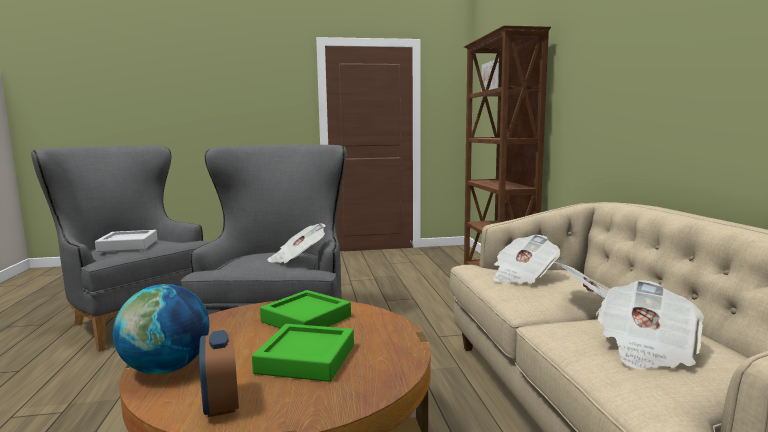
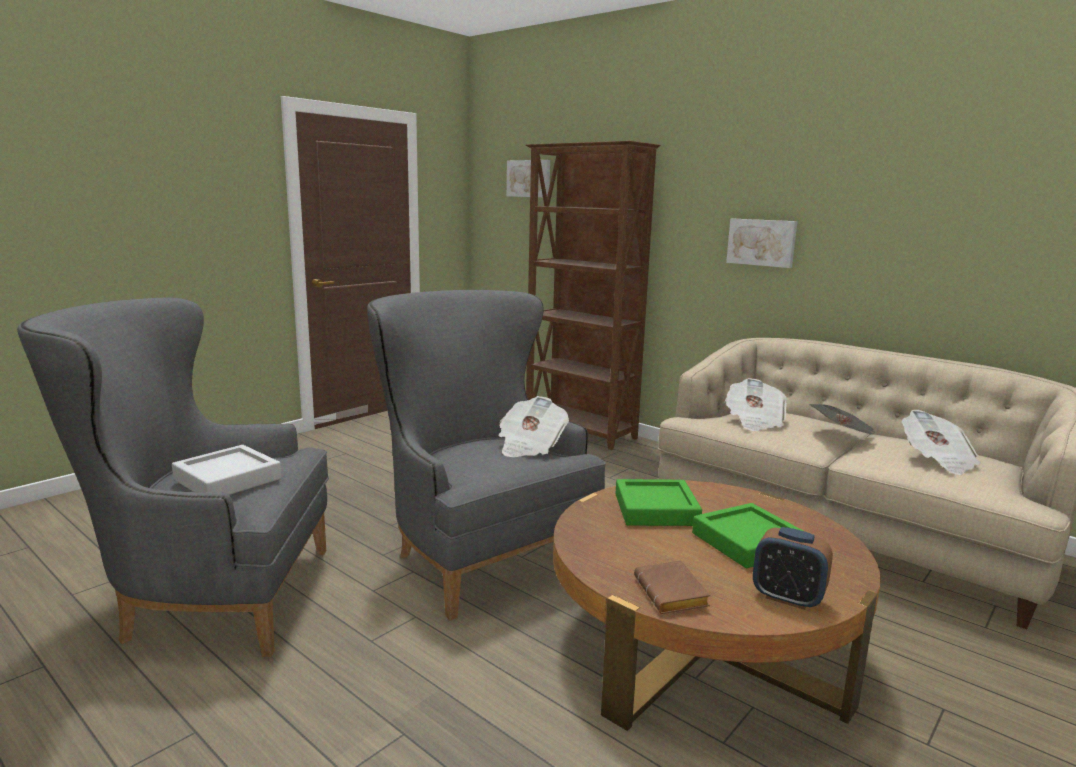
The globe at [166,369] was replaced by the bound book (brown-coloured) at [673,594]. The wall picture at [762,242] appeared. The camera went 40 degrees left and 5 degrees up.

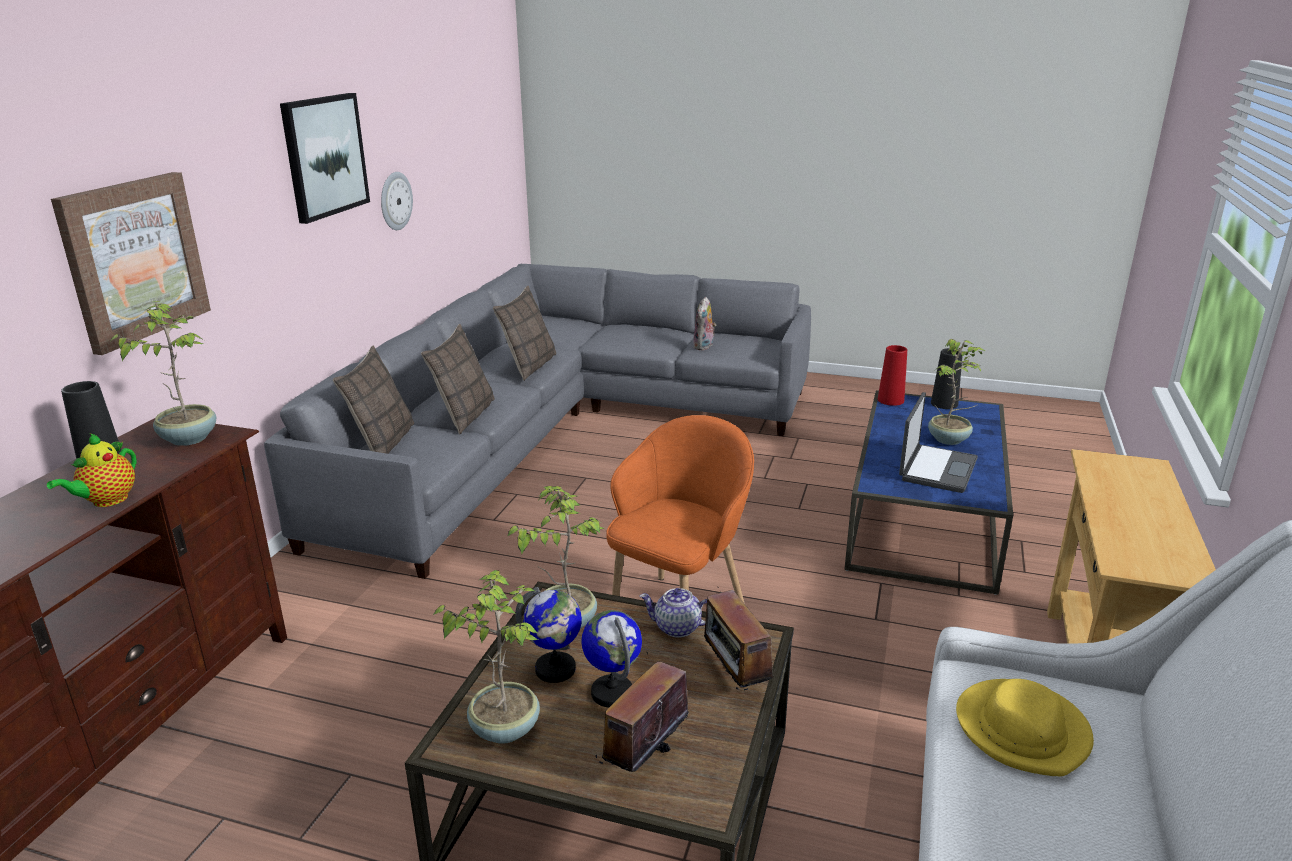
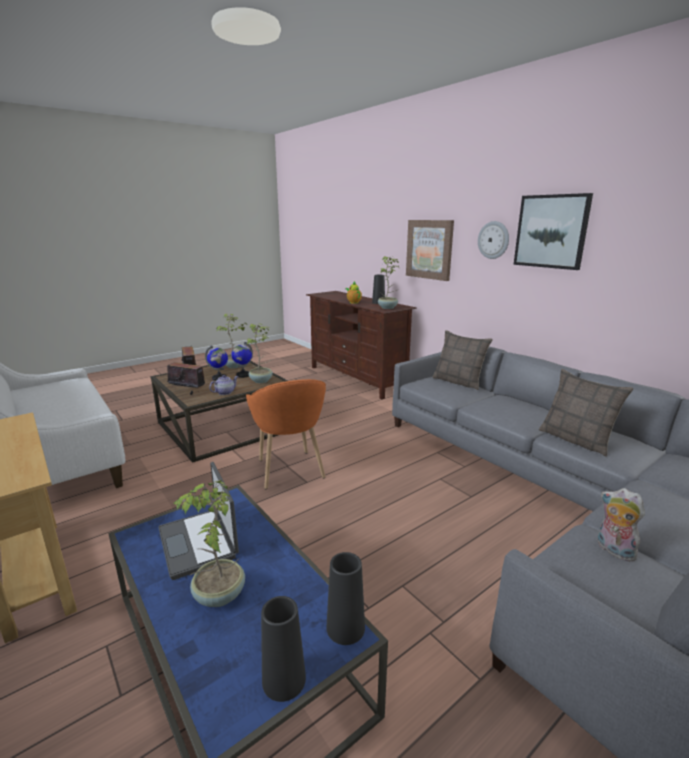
The vase (red) at [890,400] became the vase (blackish) at [345,627]. The wall clock moved from [395,201] to [493,240]. The throw pillow at [464,415] disappeared. The wearable hat (yellow) at [1022,731] disappeared. The camera went 125 degrees right and 5 degrees down.

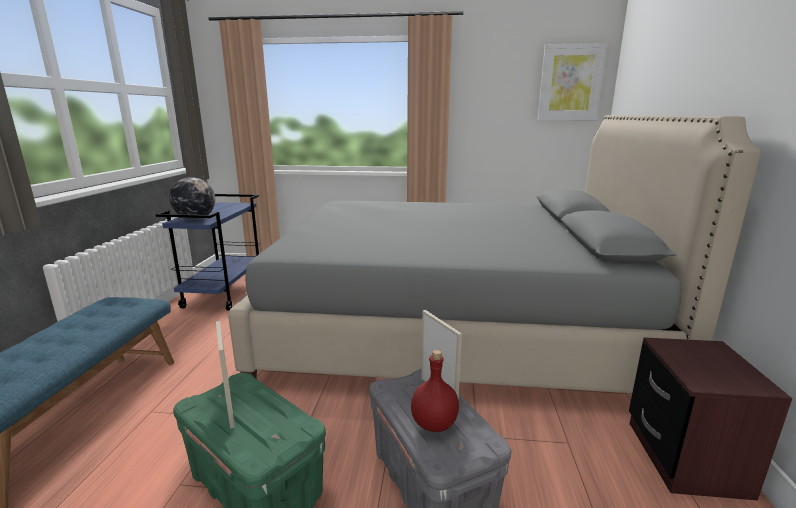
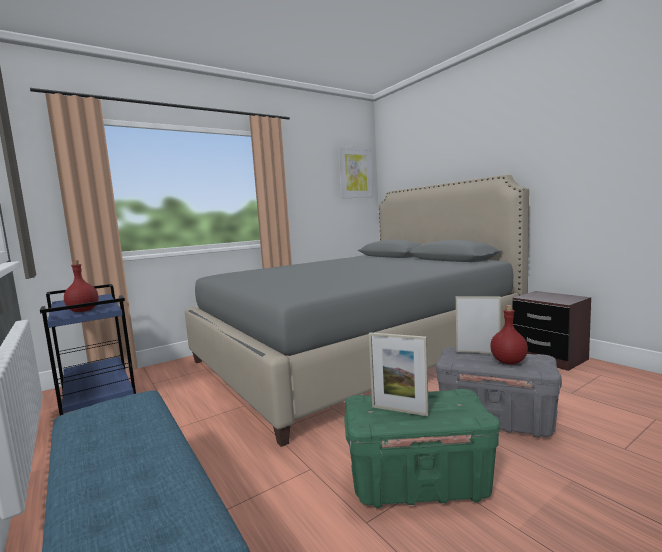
The globe at [195,218] was replaced by the beverage bottle (red) at [82,311]. The camera went 40 degrees left and 10 degrees down.

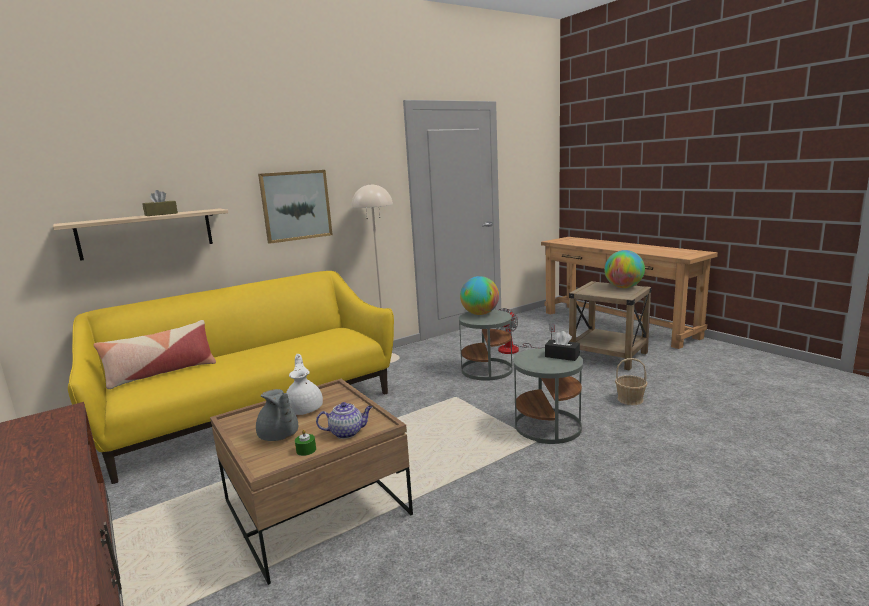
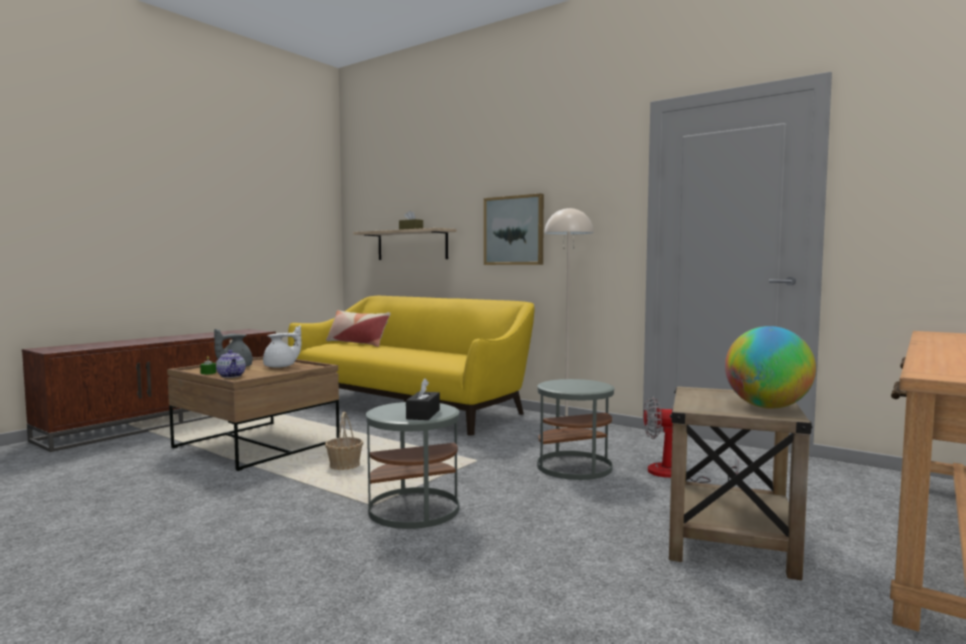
The household basket moved from [630,399] to [344,466]. The globe at [480,314] disappeared. The camera went 70 degrees right and 10 degrees down.

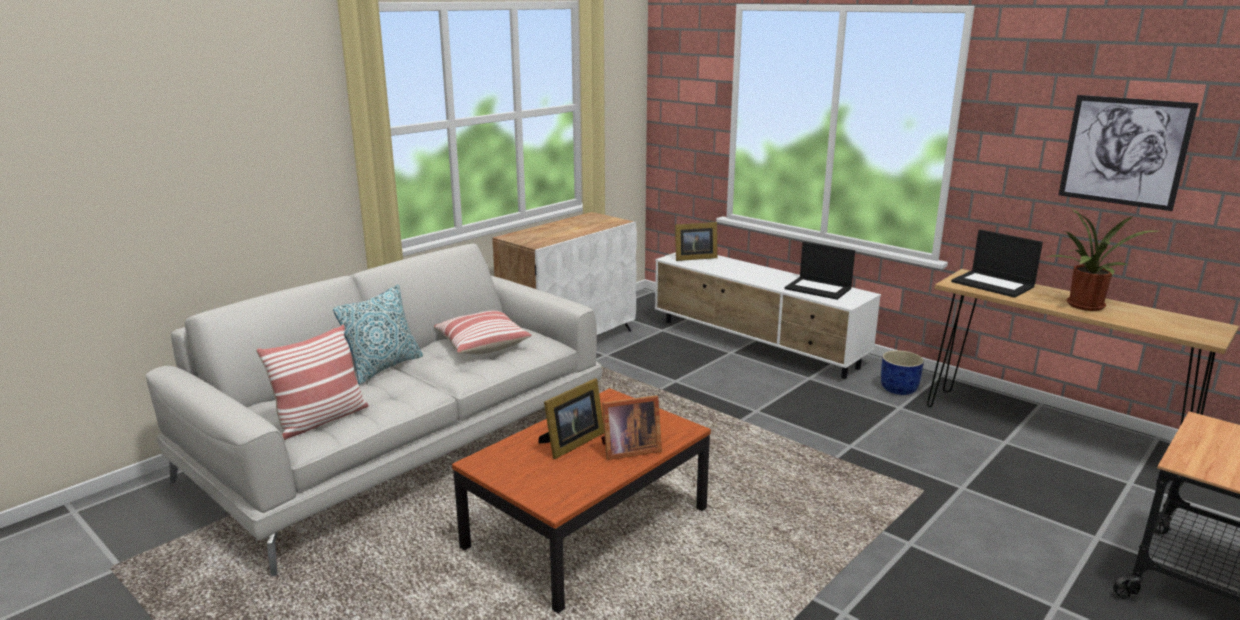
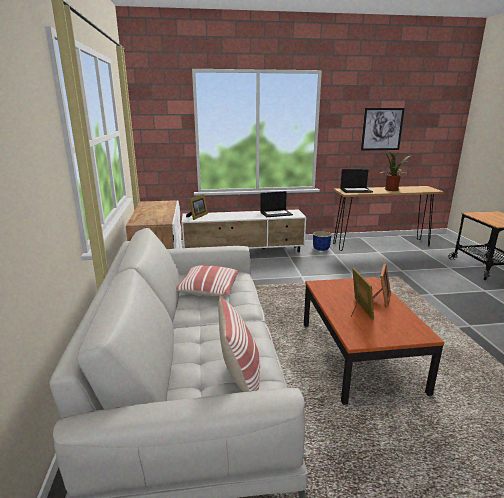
The throw pillow at [384,367] disappeared. The camera went 50 degrees left and 0 degrees up.

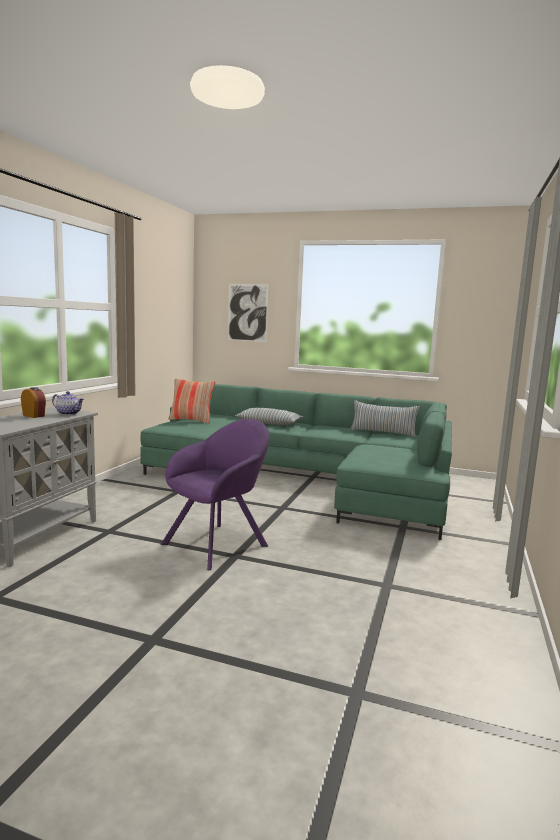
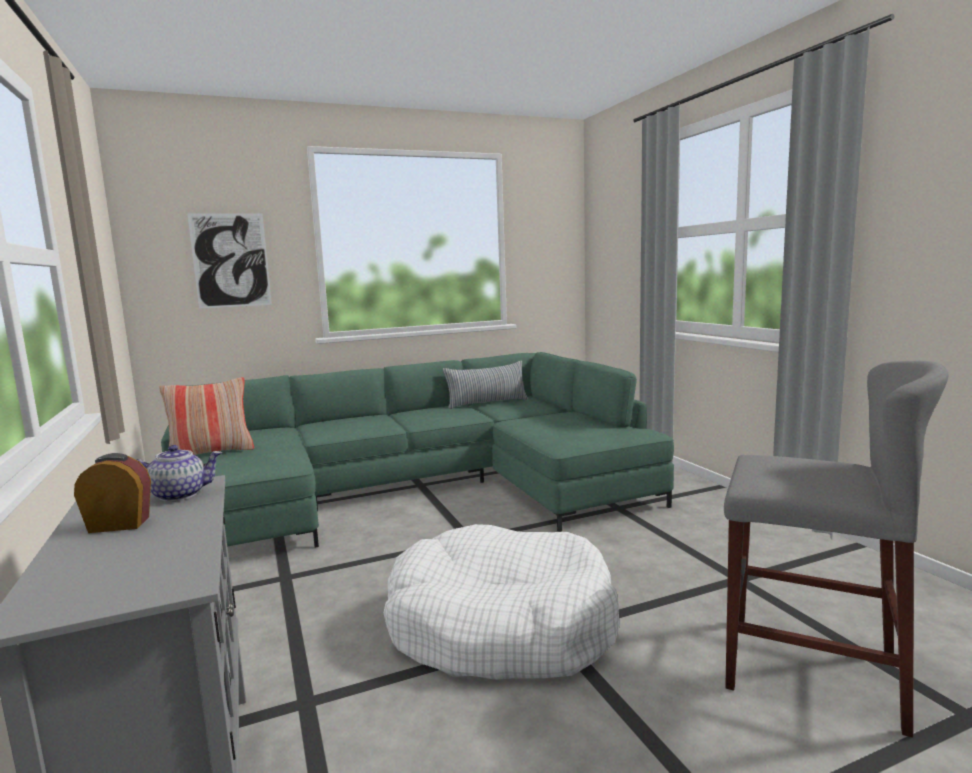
The lounge chair (purple) at [219,543] was replaced by the pet bed (white-coloured) at [501,626]. The stool seat (gray) at [811,670] appeared. The throw pillow at [269,423] disappeared. The camera went 40 degrees left and 0 degrees up.

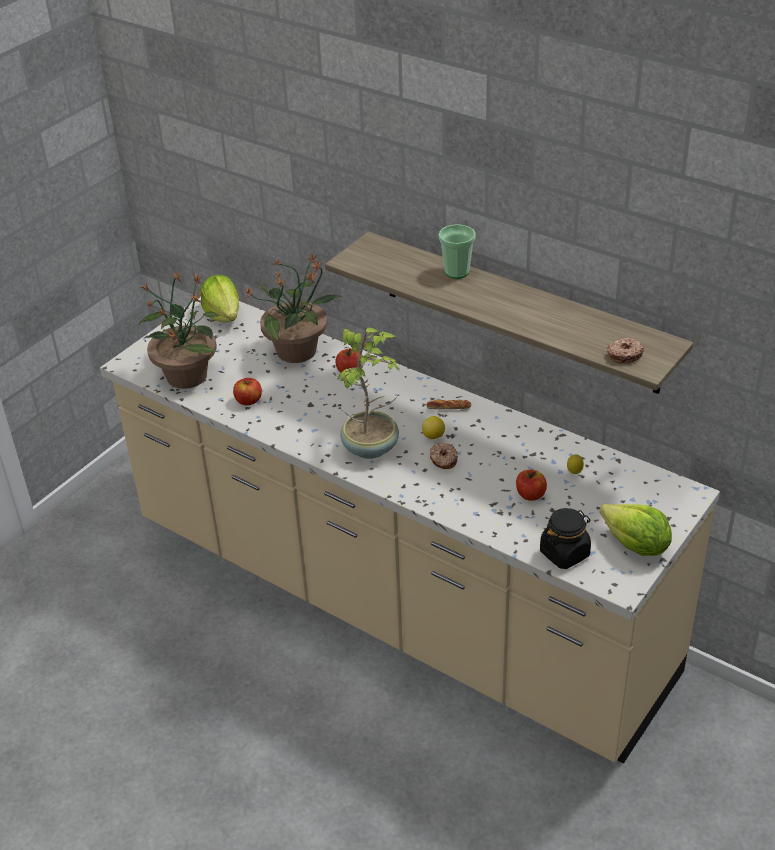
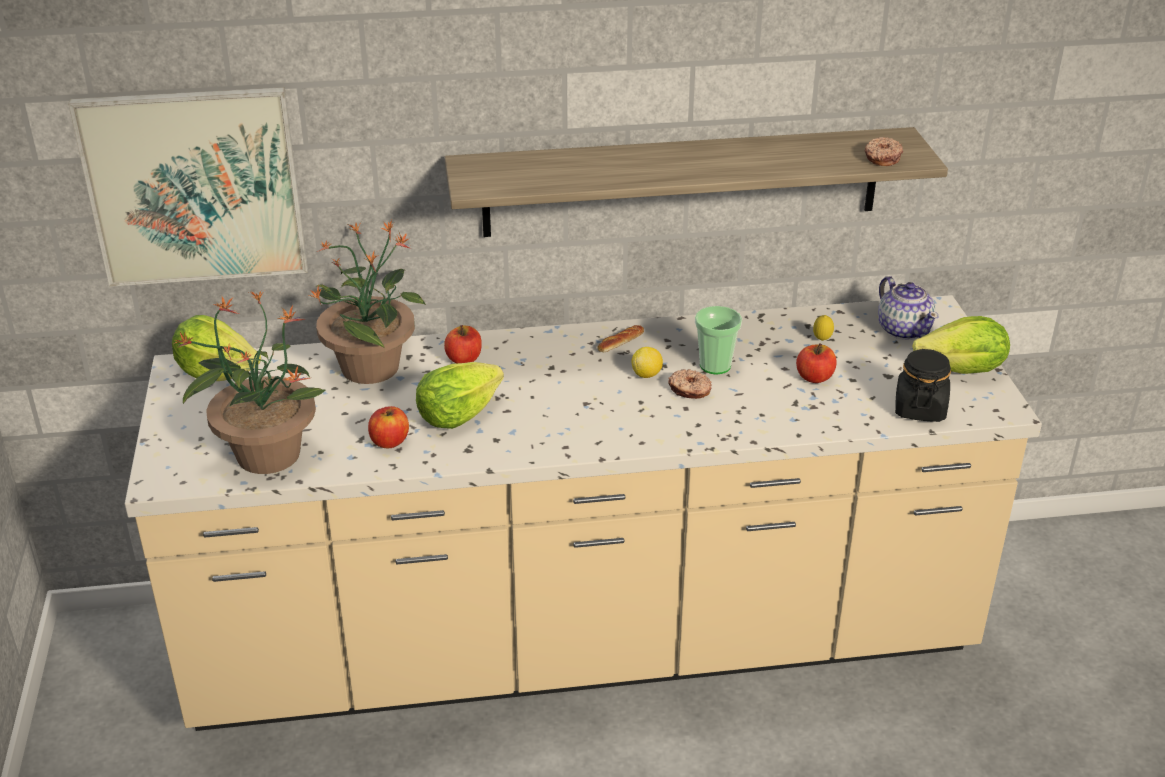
The wall picture at [194,187] appeared. The lettuce head at [457,415] appeared. The small cup moved from [457,272] to [715,365]. The pot for tea at [904,329] appeared. The plant in a pot at [372,447] disappeared. The camera went 45 degrees left and 5 degrees down.

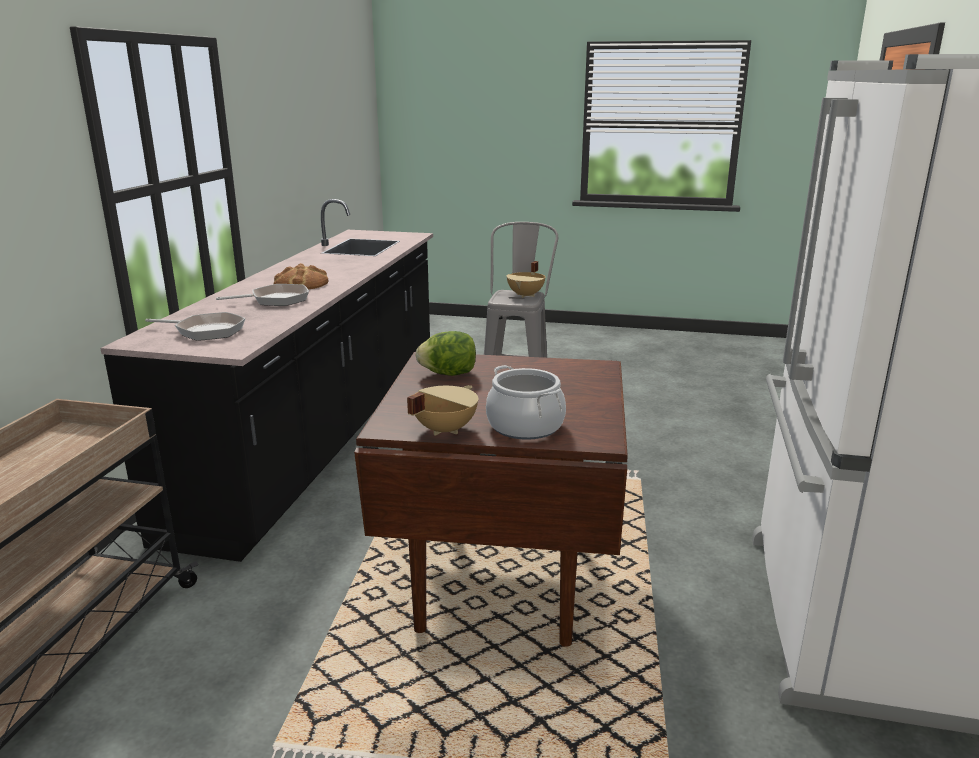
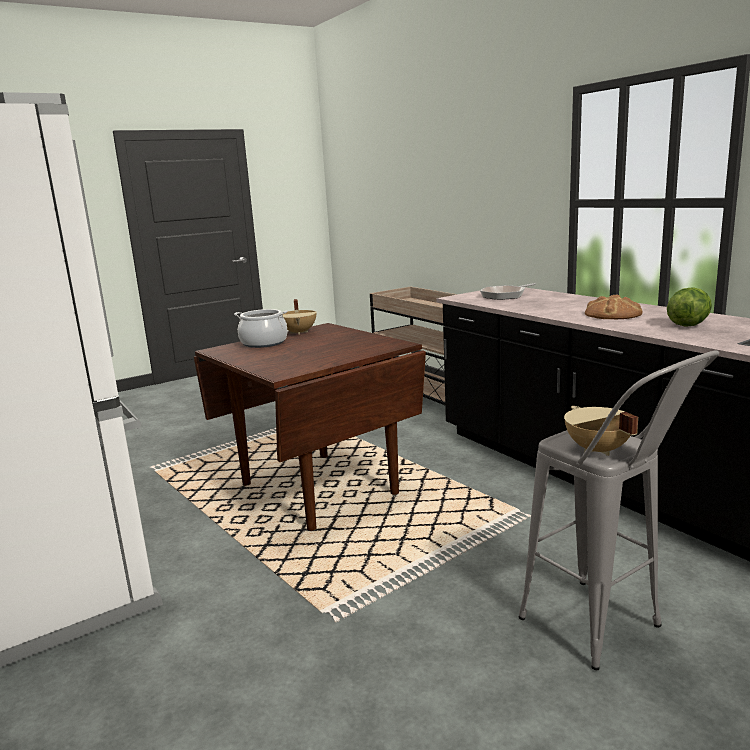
The lettuce head moved from [448,374] to [688,325]. The skillet at [275,300] disappeared. The camera went 135 degrees right and 5 degrees down.

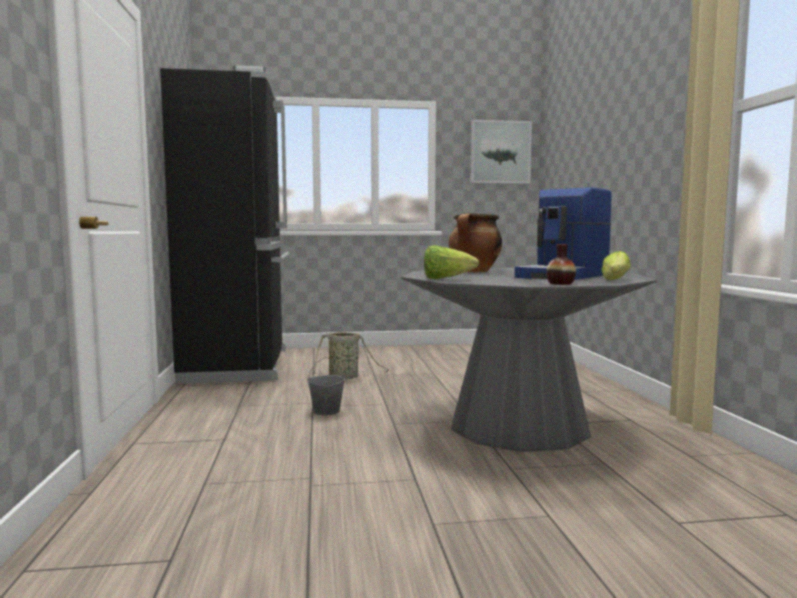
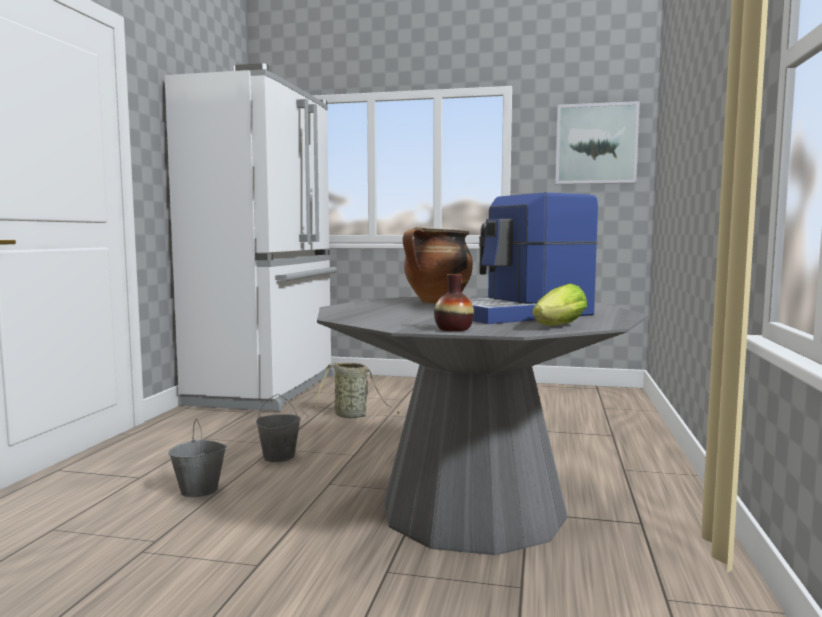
The refrigerator (blackish) at [240,365] became the refrigerator (white-coloured) at [268,389]. The pail (gray) at [200,490] appeared. The lettuce head at [446,279] disappeared. The camera went 20 degrees right and 0 degrees up.

